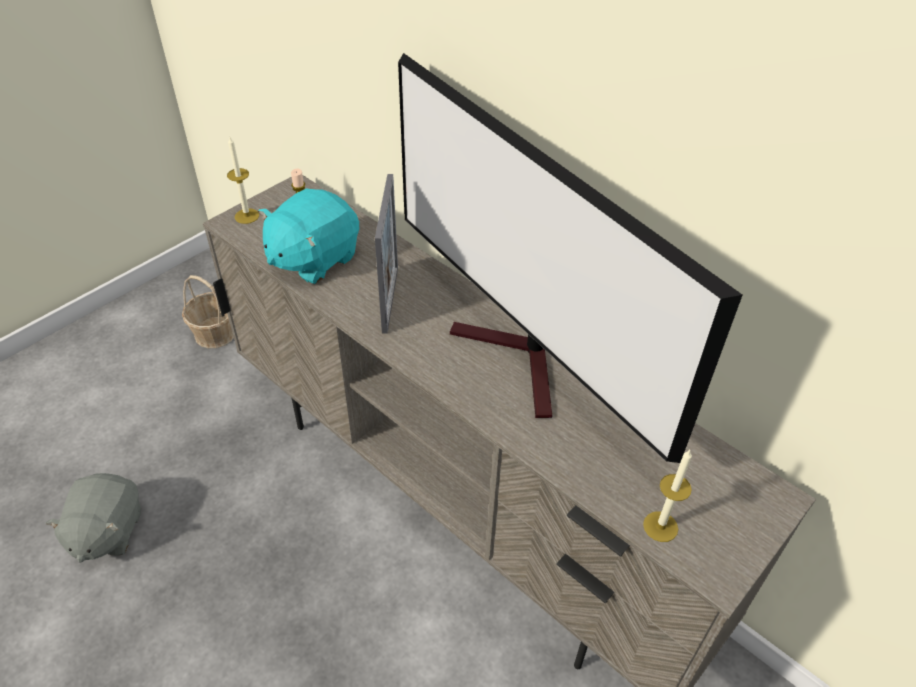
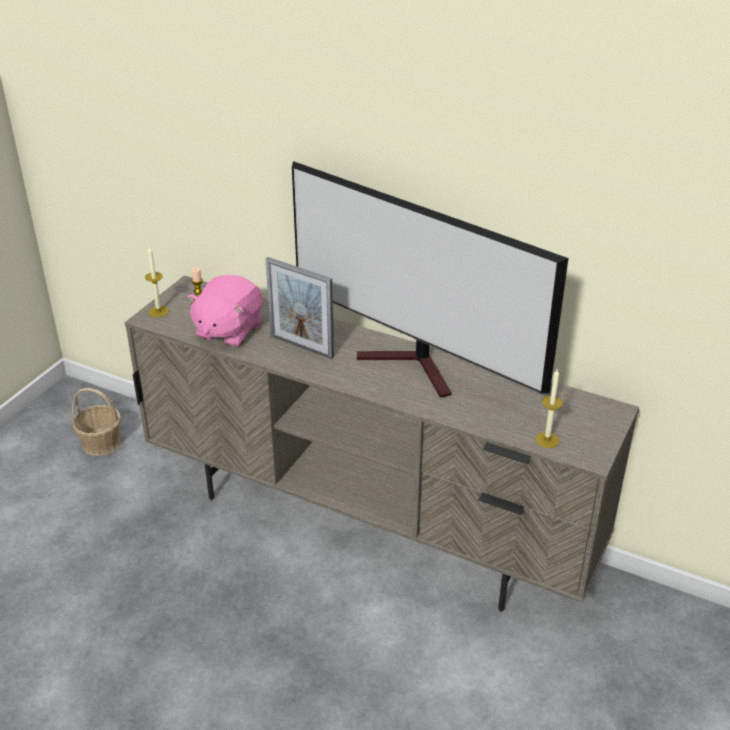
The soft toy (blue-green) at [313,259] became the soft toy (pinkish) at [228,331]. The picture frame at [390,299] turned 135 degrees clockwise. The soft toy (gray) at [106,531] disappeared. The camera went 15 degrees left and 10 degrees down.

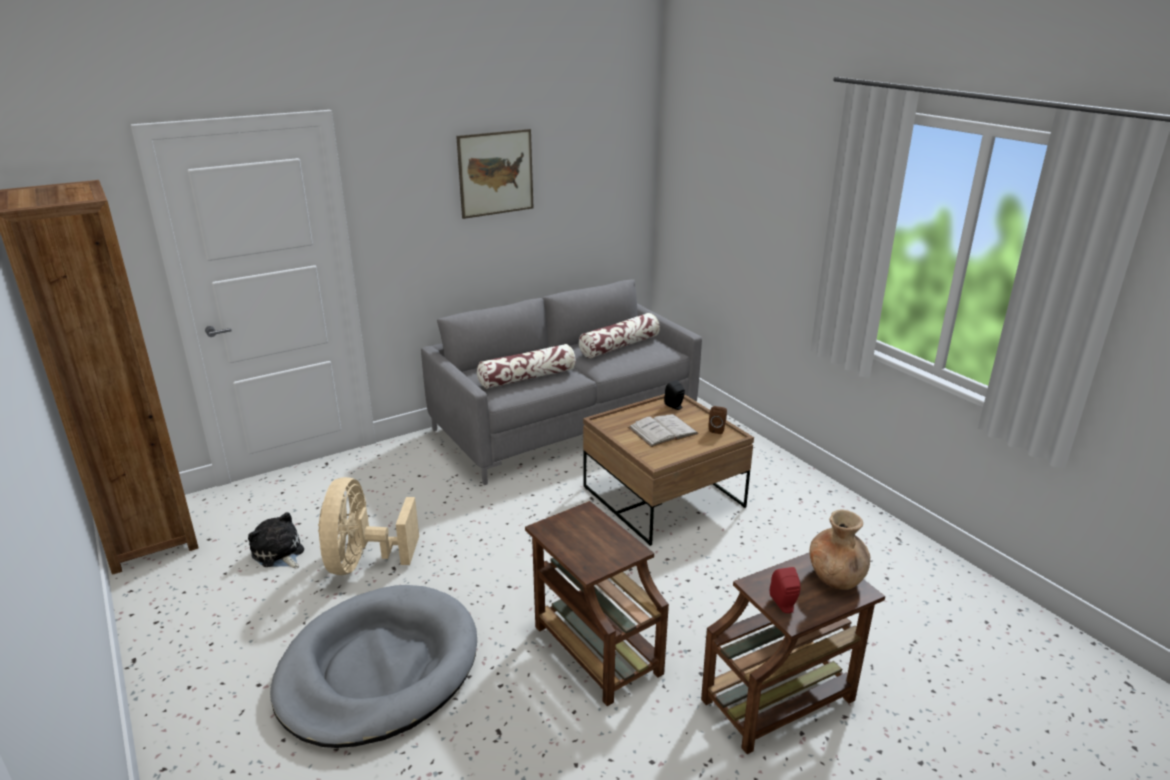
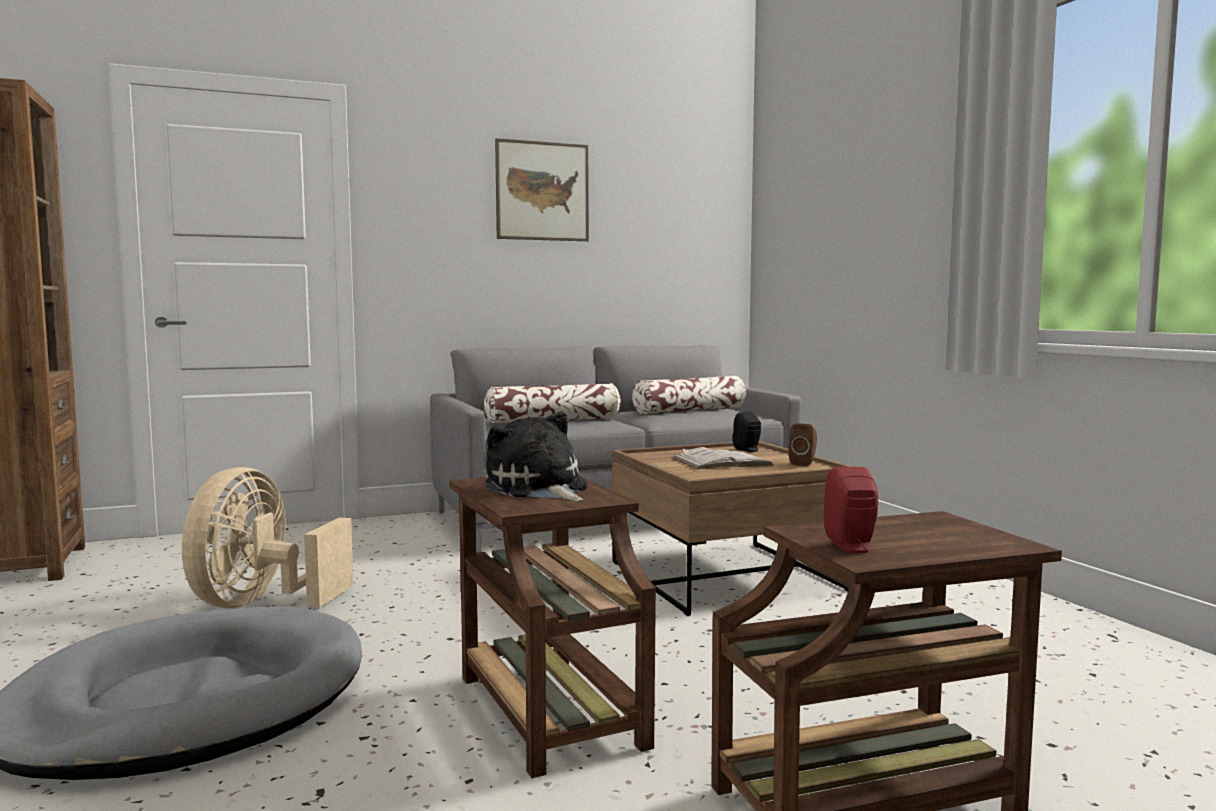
The soft toy moved from [279,554] to [538,489]. The vase (brown-coloured) at [836,578] disappeared. The camera went 10 degrees right and 20 degrees down.

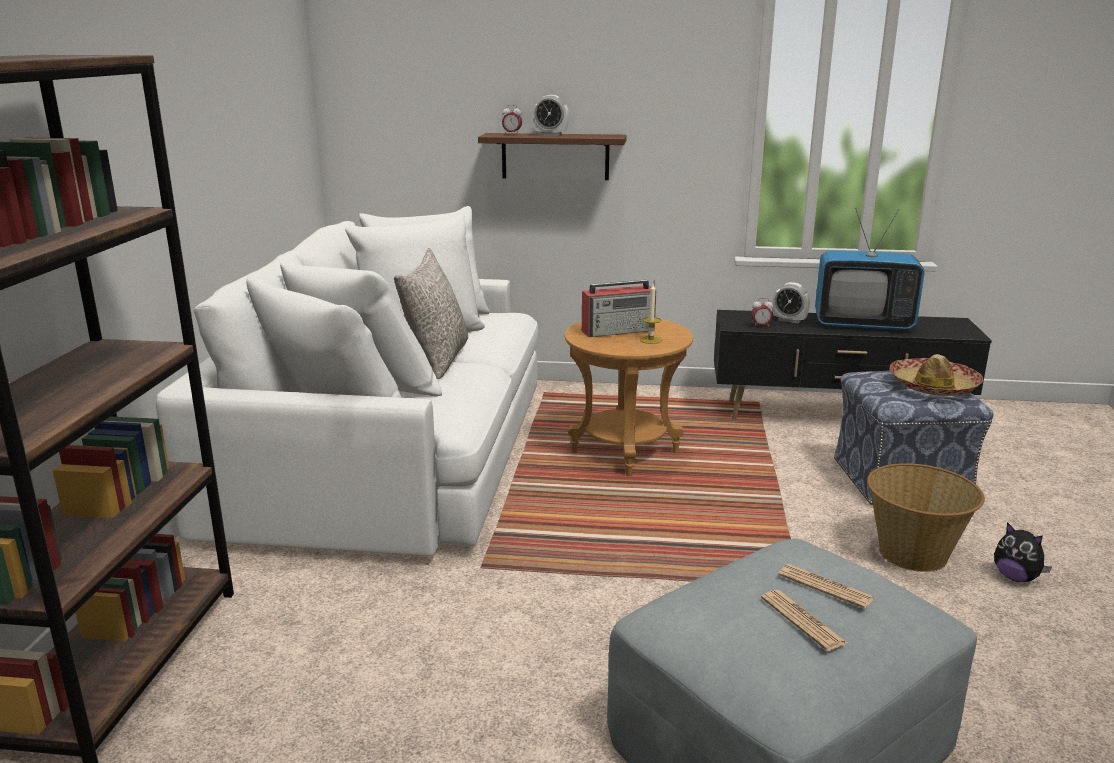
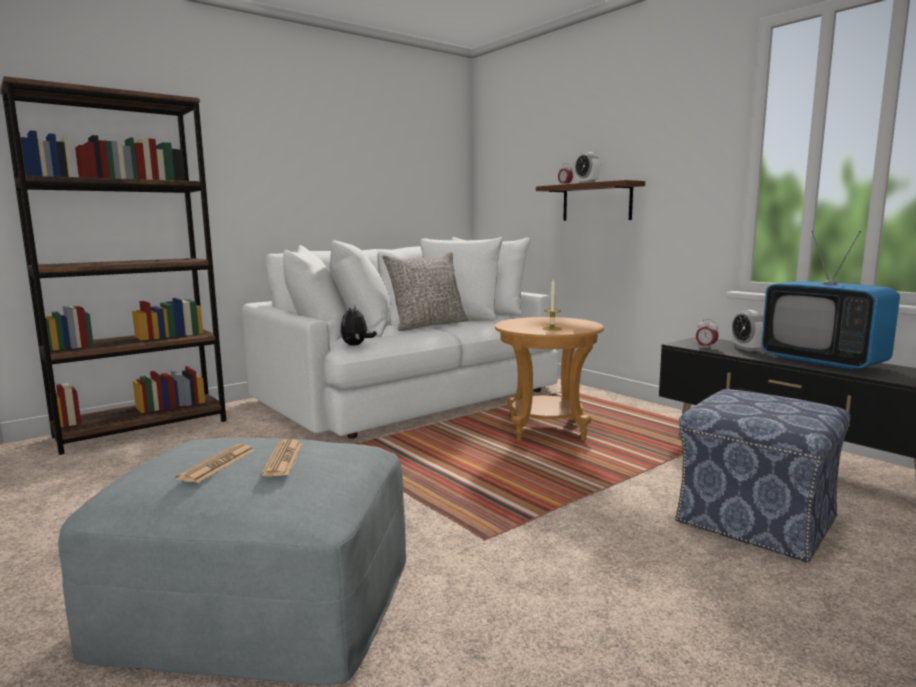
The soft toy moved from [1016,577] to [356,345]. The radio receiver at [619,331] disappeared. The household basket at [913,554] disappeared. The wearable hat at [932,386] disappeared. The camera went 45 degrees right and 10 degrees down.

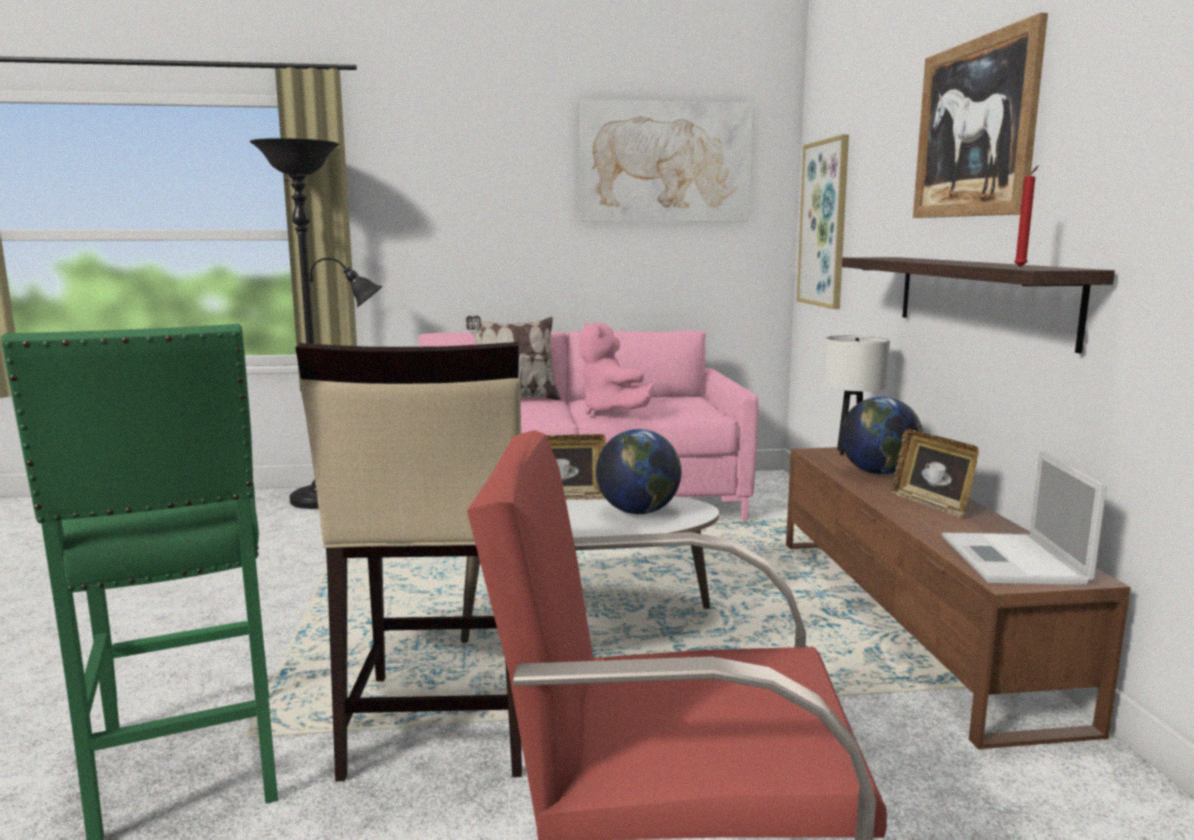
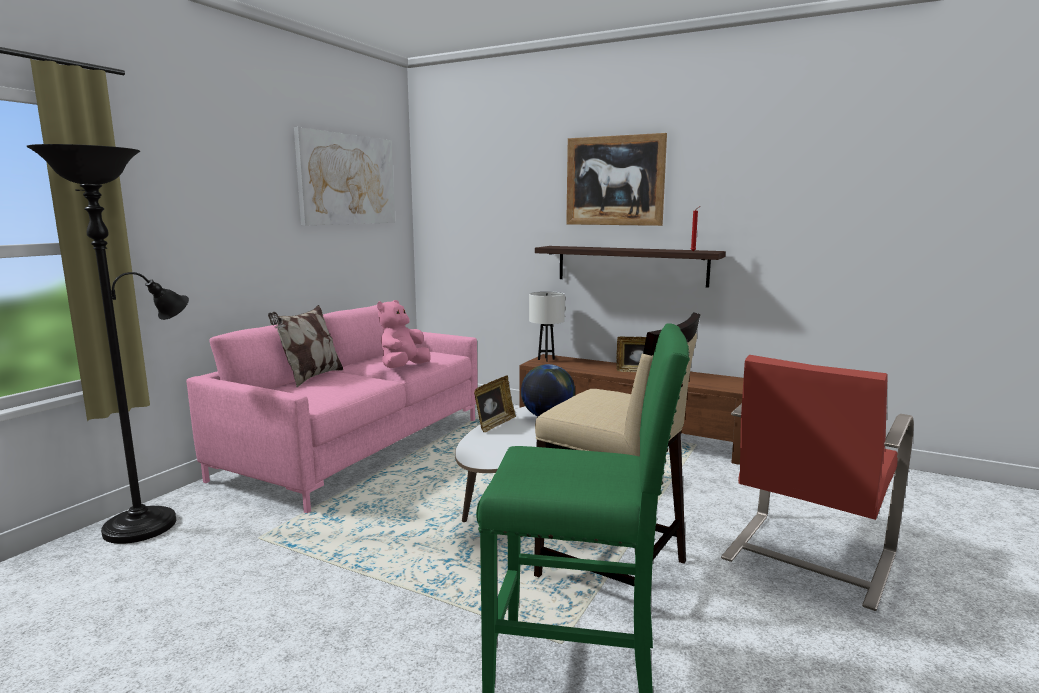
The soft toy (pinkish) at [611,412] turned 105 degrees clockwise. The wall picture at [824,224] disappeared. The globe at [878,473] disappeared. The laptop at [1014,561] disappeared. The camera went 55 degrees left and 0 degrees up.

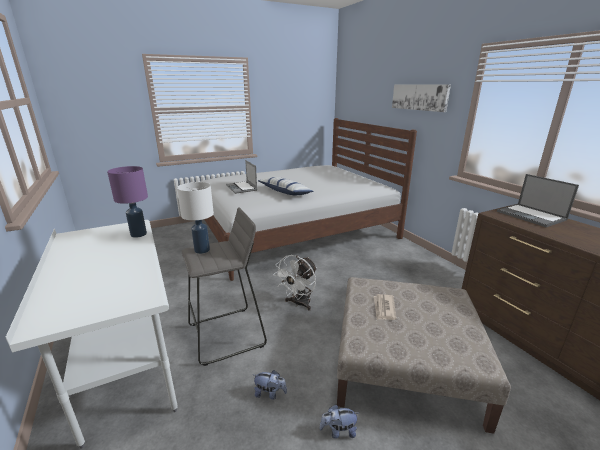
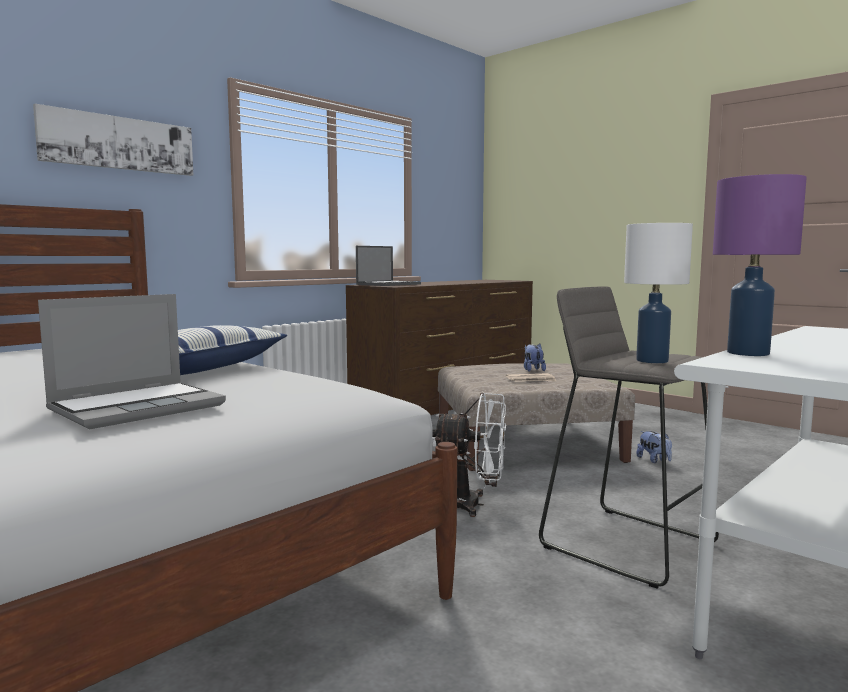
The soft toy moved from [270,393] to [532,370]. The camera went 110 degrees left and 15 degrees down.

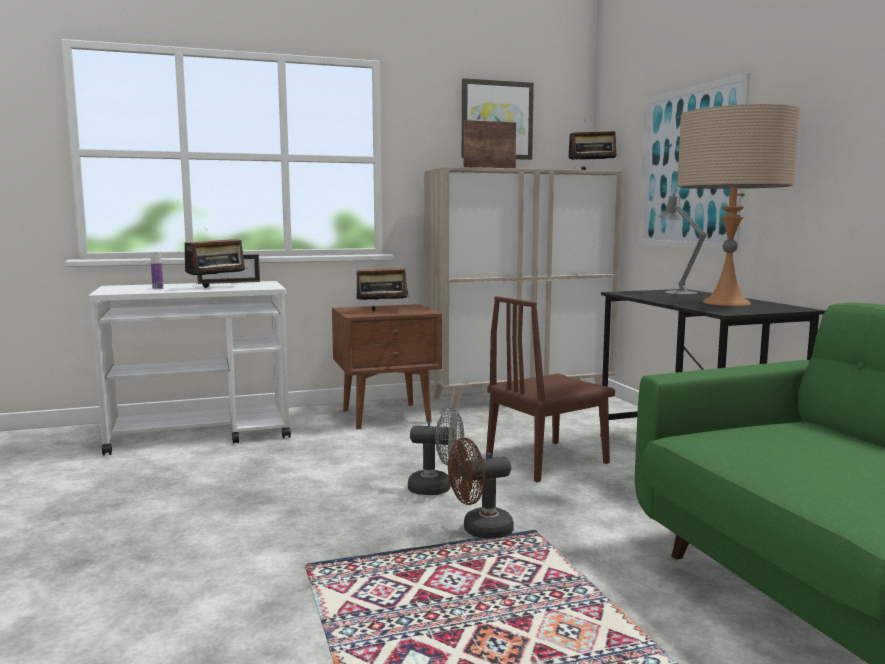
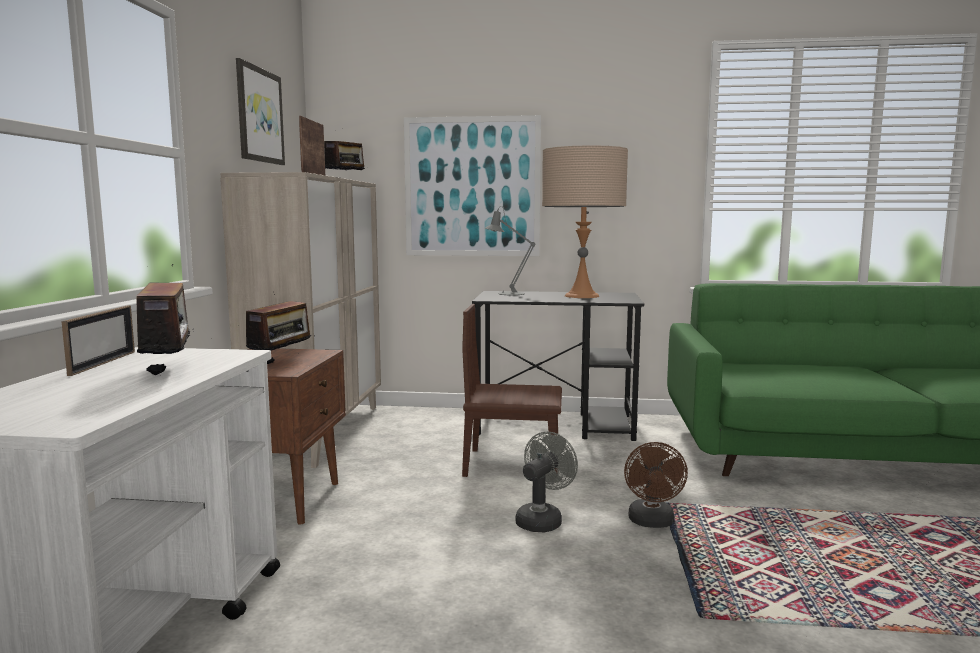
The upright chair (brown-coloured) at [547,460] turned 105 degrees clockwise. The beverage bottle at [158,288] disappeared. The camera went 65 degrees left and 0 degrees up.

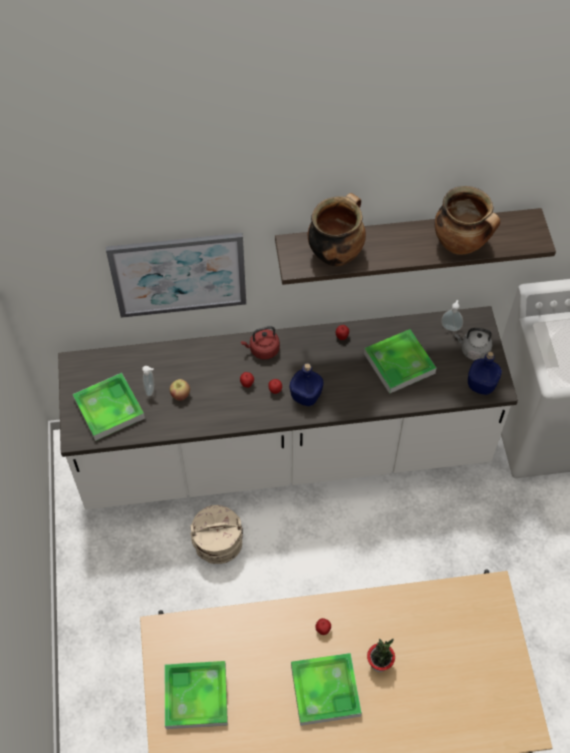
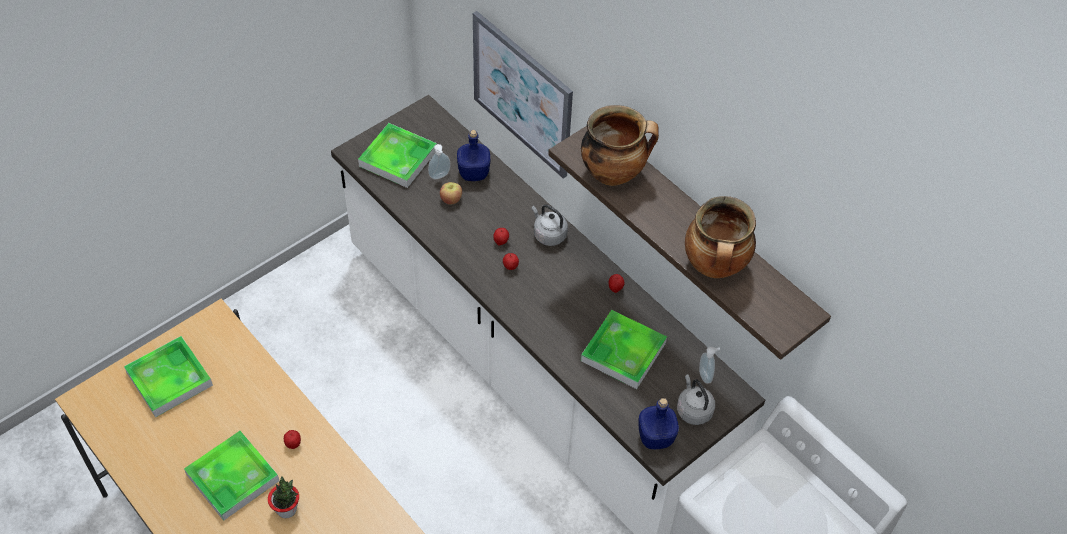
The beverage bottle (blue) moved from [305,396] to [473,173]. The water kettle (red) at [262,350] became the water kettle (gray) at [548,234]. The pail (beige) at [218,545] disappeared. The camera went 55 degrees right and 5 degrees down.

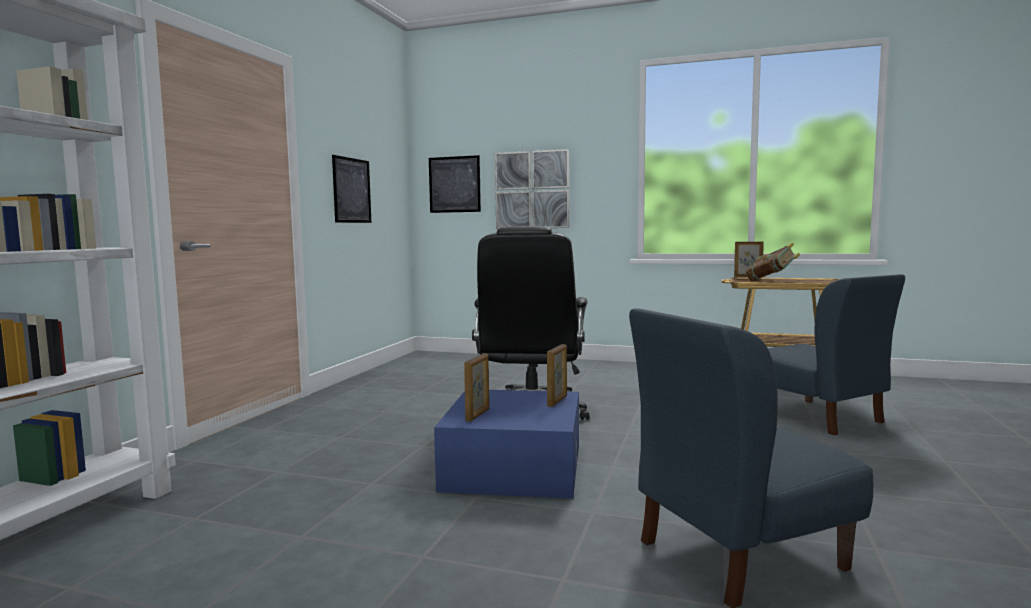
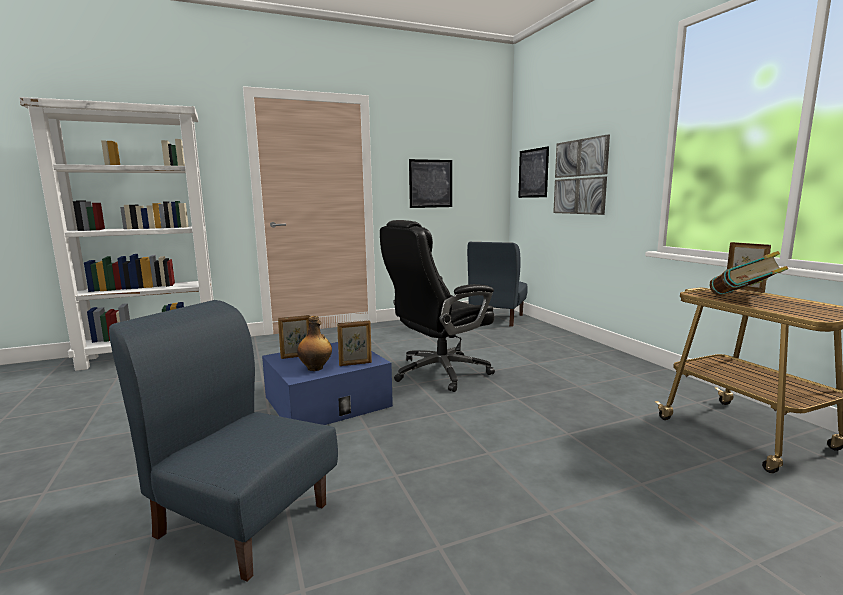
The beverage bottle at [316,368] appeared. The upright chair (blue) moved from [820,417] to [496,319]. The camera went 50 degrees right and 5 degrees up.

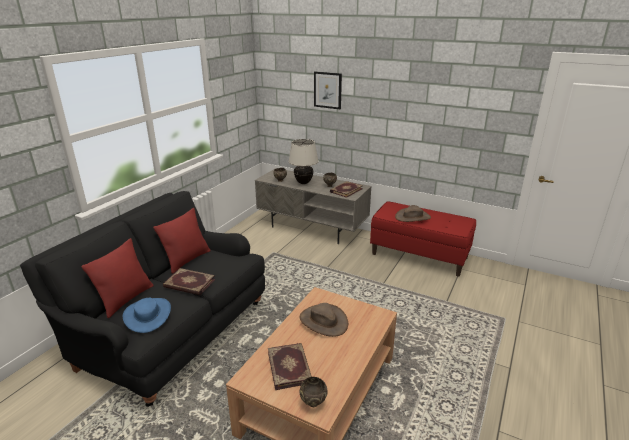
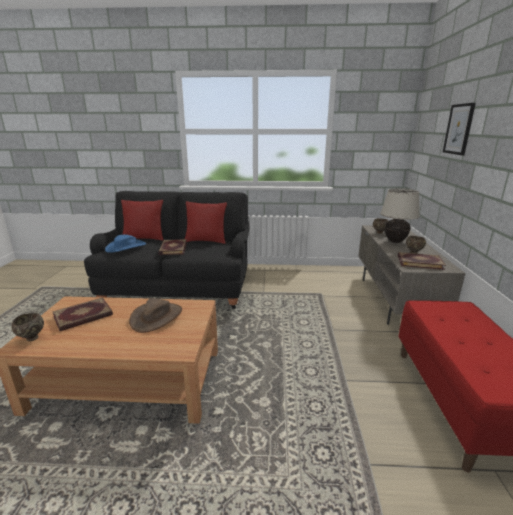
The wearable hat (brown-coloured) at [412,217] disappeared. The camera went 65 degrees right and 5 degrees down.

